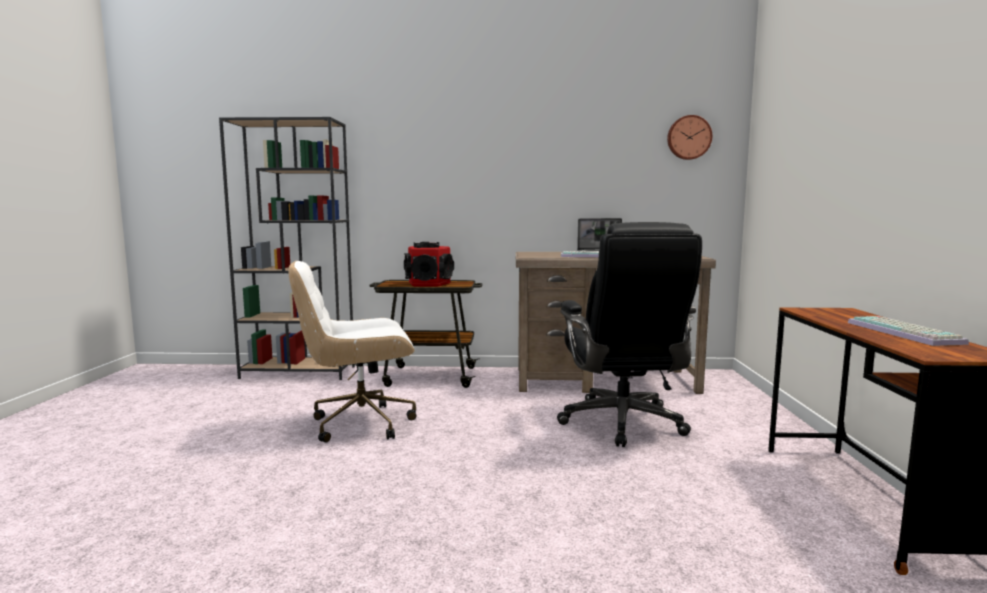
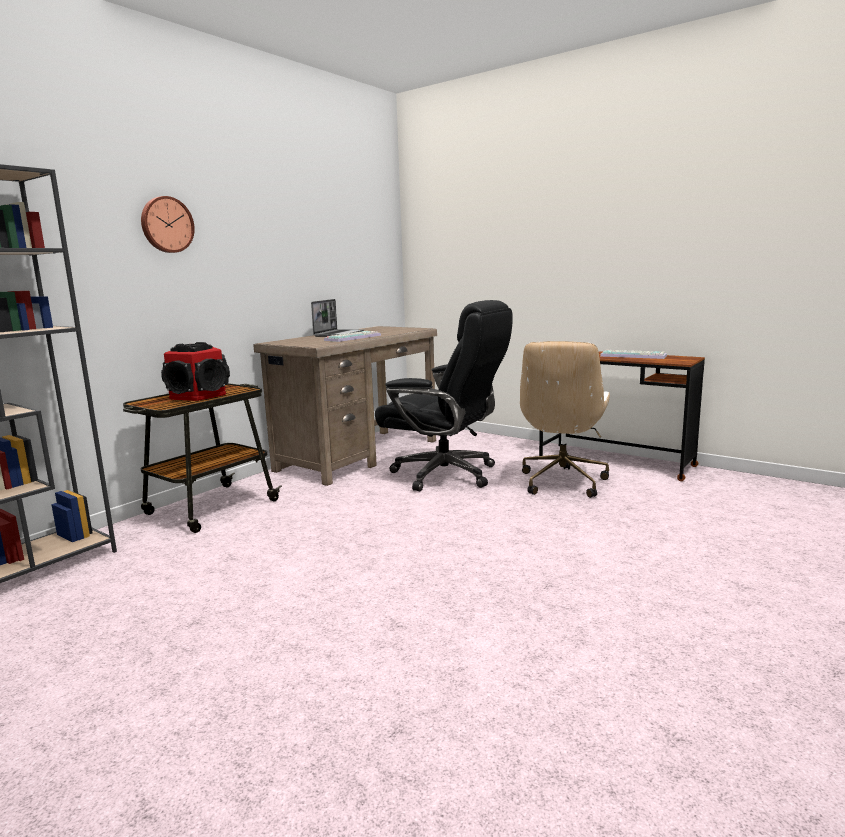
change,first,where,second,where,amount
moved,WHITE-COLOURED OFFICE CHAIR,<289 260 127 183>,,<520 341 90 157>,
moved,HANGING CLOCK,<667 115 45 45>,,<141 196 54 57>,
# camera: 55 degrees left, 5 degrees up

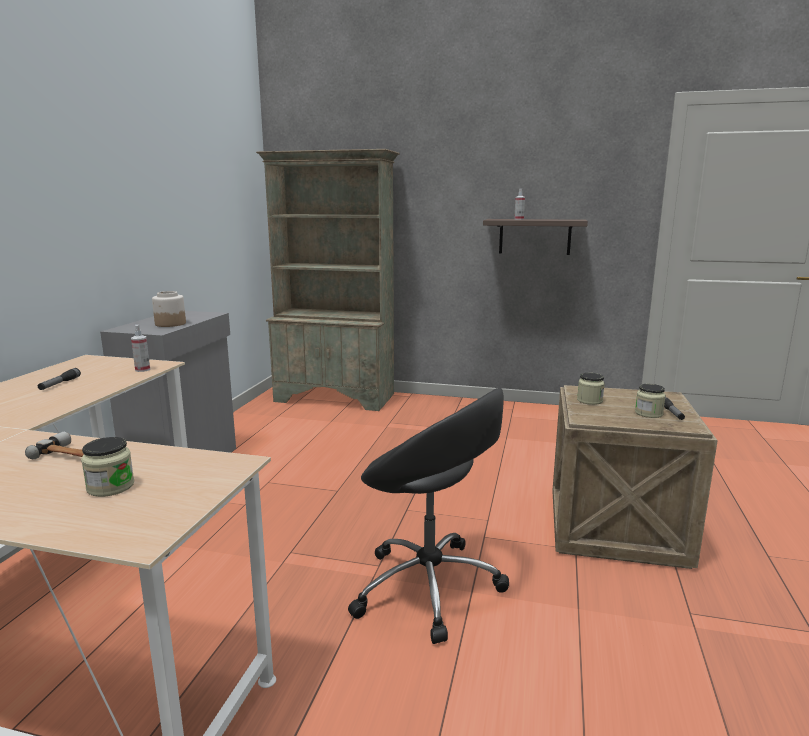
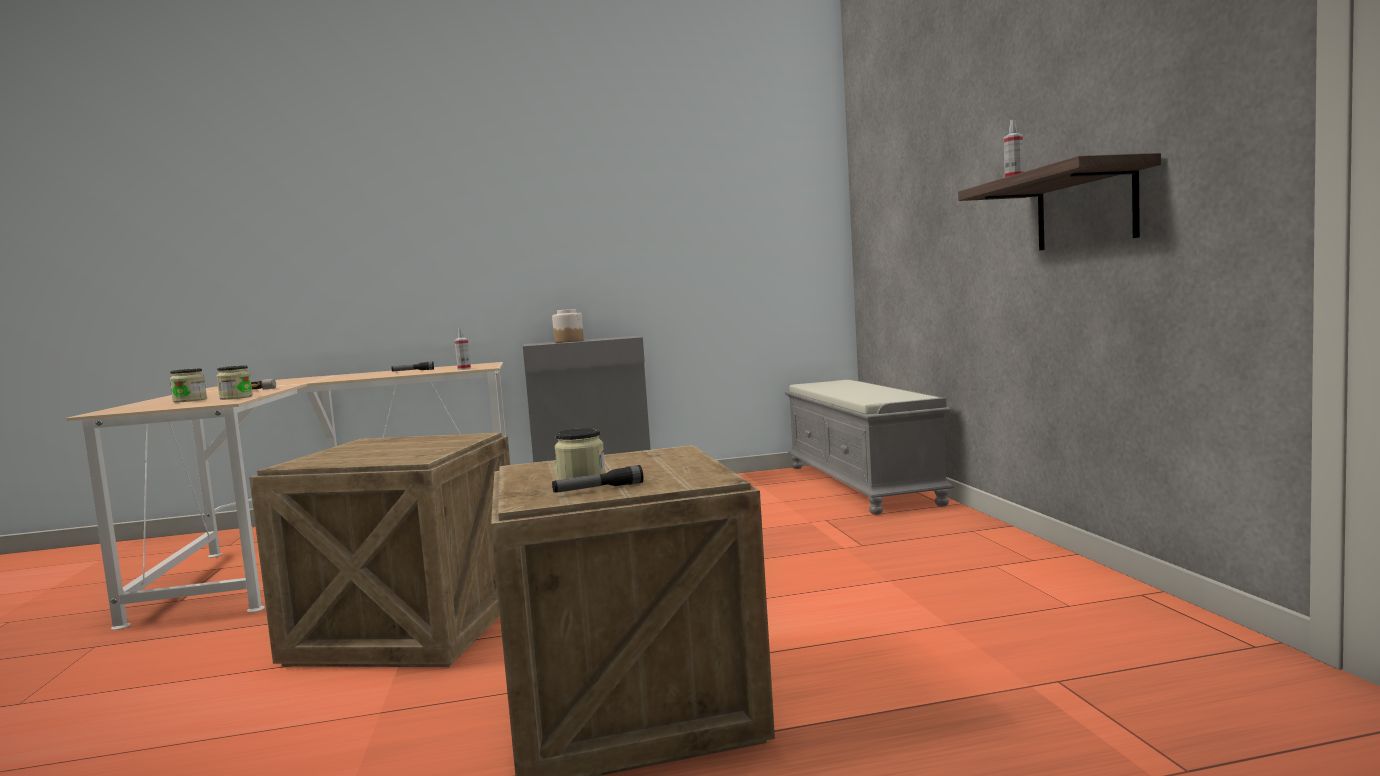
change,first,where,second,where,amount
moved,STORAGE JAR,<577 373 28 32>,,<216 365 37 35>,
replaced,GREENISH SHELVING UNIT,<256 149 144 262>,GREYISH LONG SEAT,<785 379 168 136>,
replaced,BLACK OFFICE CHAIR,<348 387 161 257>,SHIPPING CRATE,<249 433 261 234>,
# camera: 65 degrees right, 10 degrees down

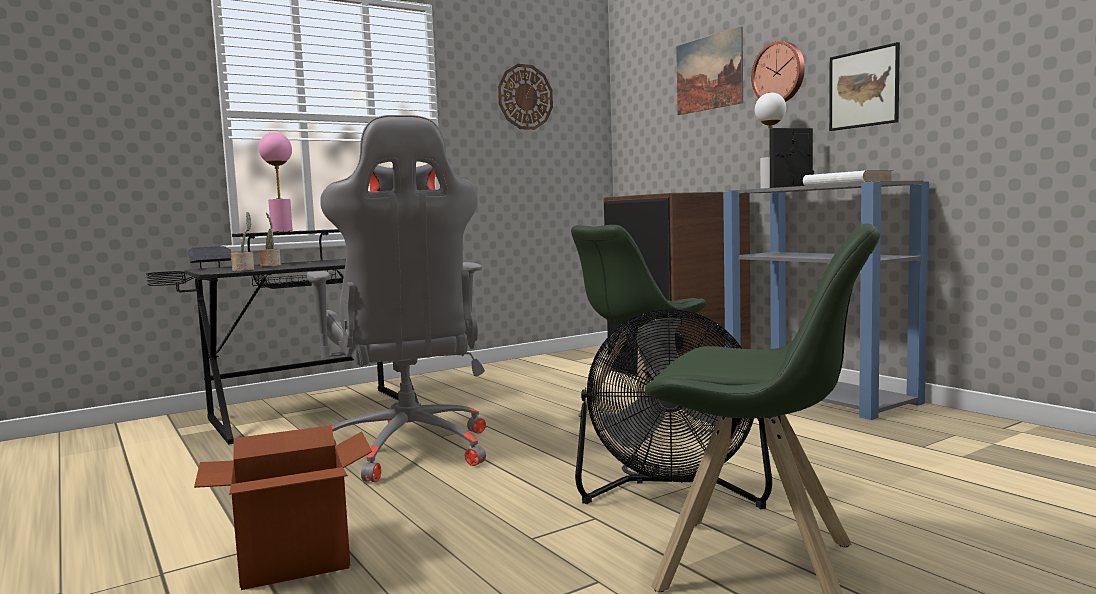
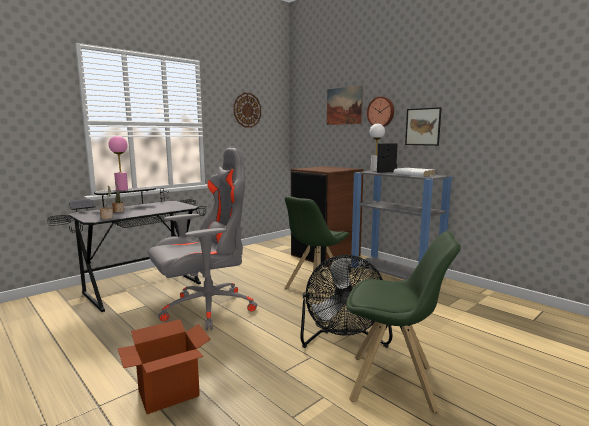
change,first,where,second,where,amount
turned,GREYISH OFFICE CHAIR,<307 115 179 367>,,<148 147 109 183>,90 degrees counterclockwise
# camera: 10 degrees left, 5 degrees up

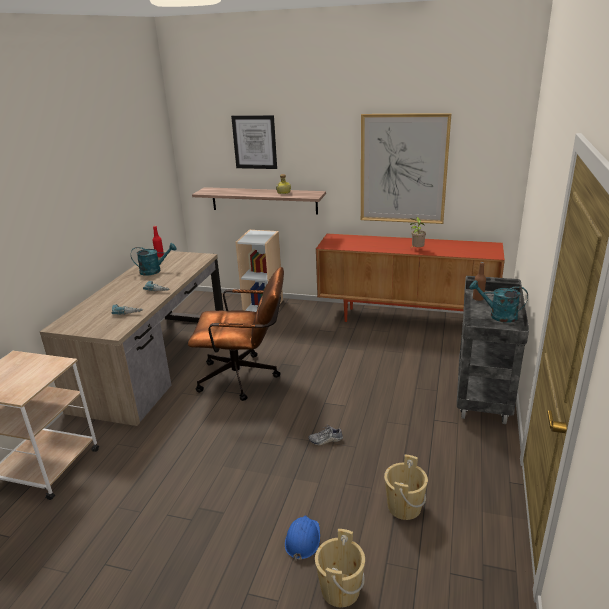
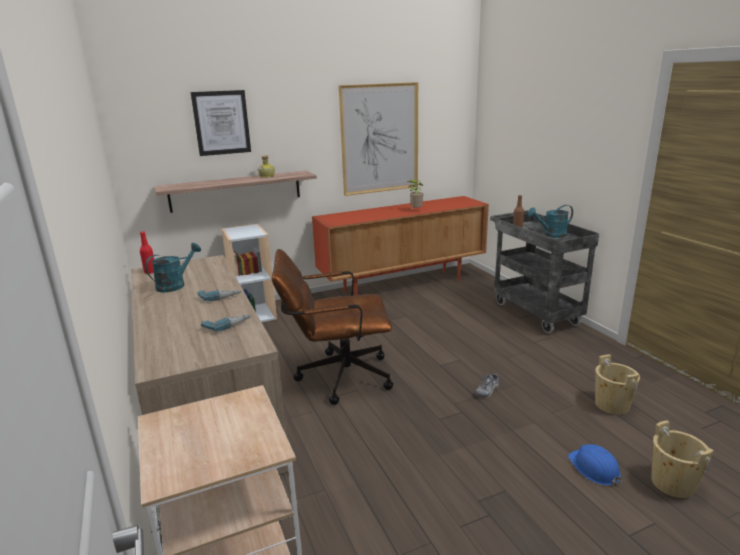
change,first,where,second,where,amount
turned,BROWNISH OFFICE CHAIR,<188 267 96 134>,,<272 249 121 156>,150 degrees counterclockwise
# camera: 40 degrees left, 5 degrees down

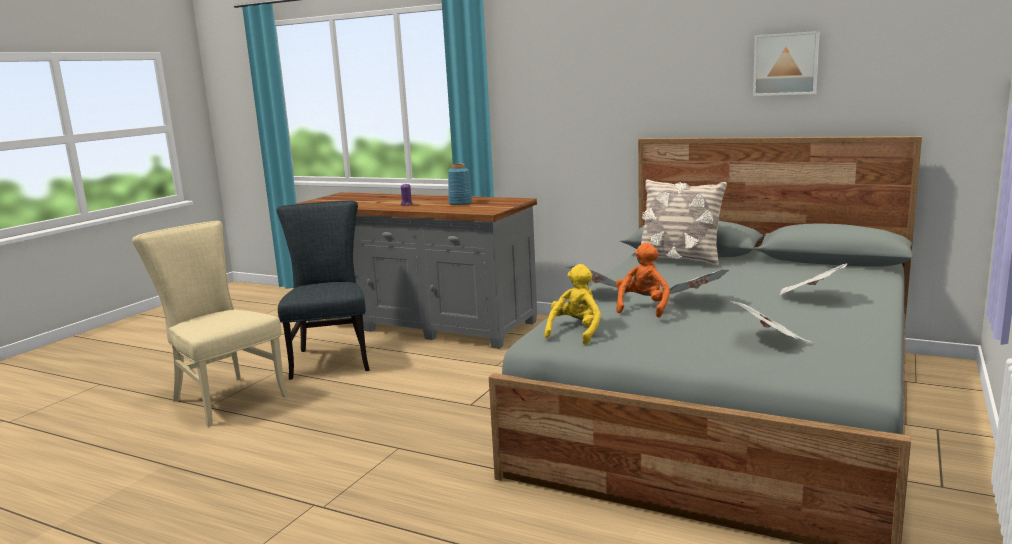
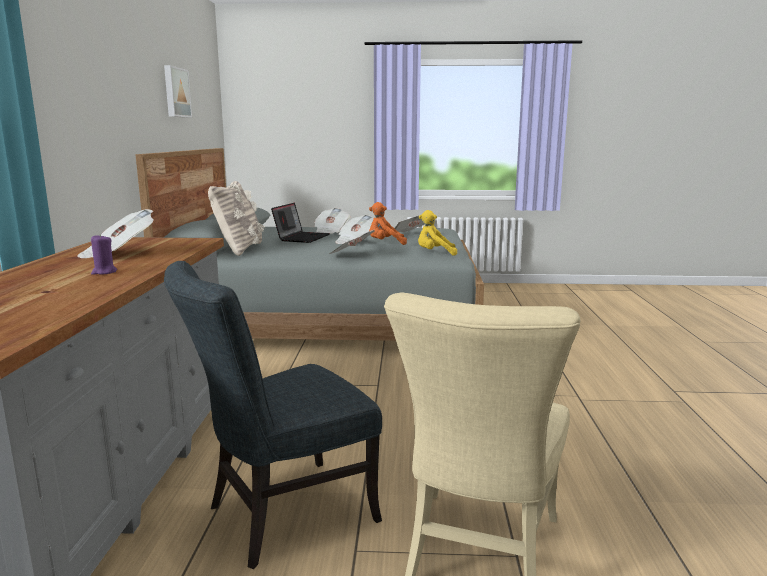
change,first,where,second,where,amount
added,,,PORTABLE COMPUTER,<271 203 59 40>,
replaced,BLUE FLOWER VASE,<448 164 24 41>,PRINTED PAPER,<78 209 76 49>,
# camera: 115 degrees left, 0 degrees up

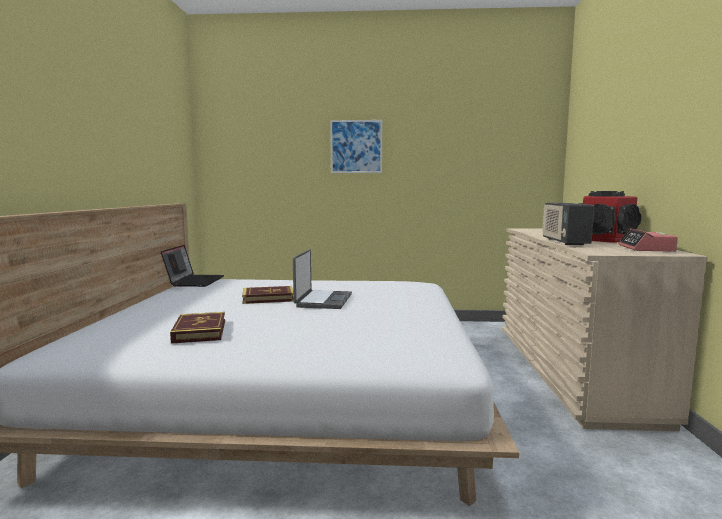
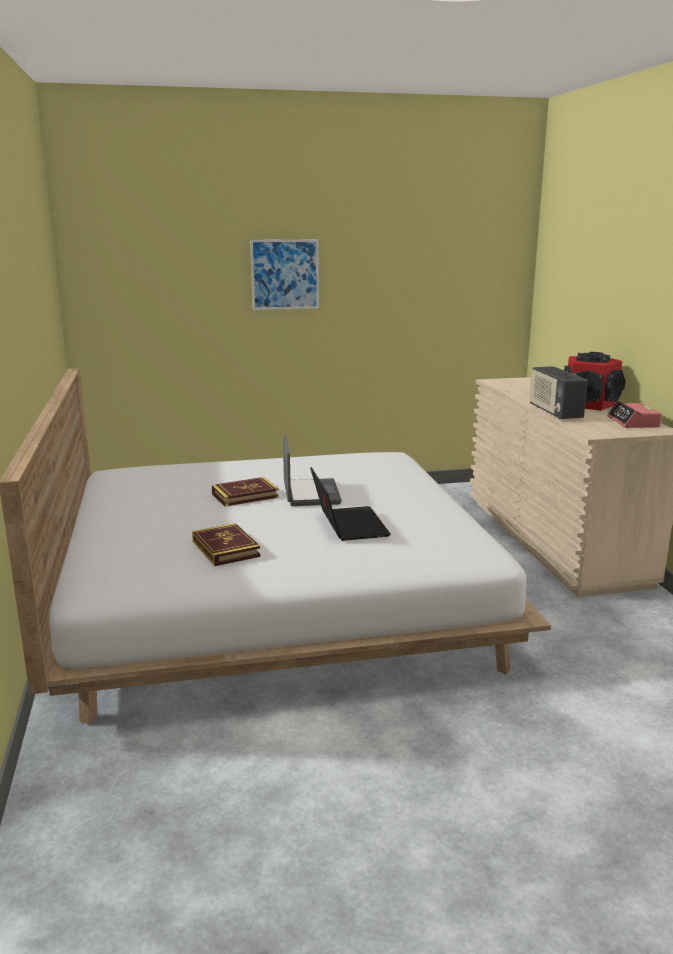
change,first,where,second,where,amount
moved,PORTABLE COMPUTER,<161 245 63 42>,,<310 467 81 74>,
# camera: 15 degrees left, 10 degrees up

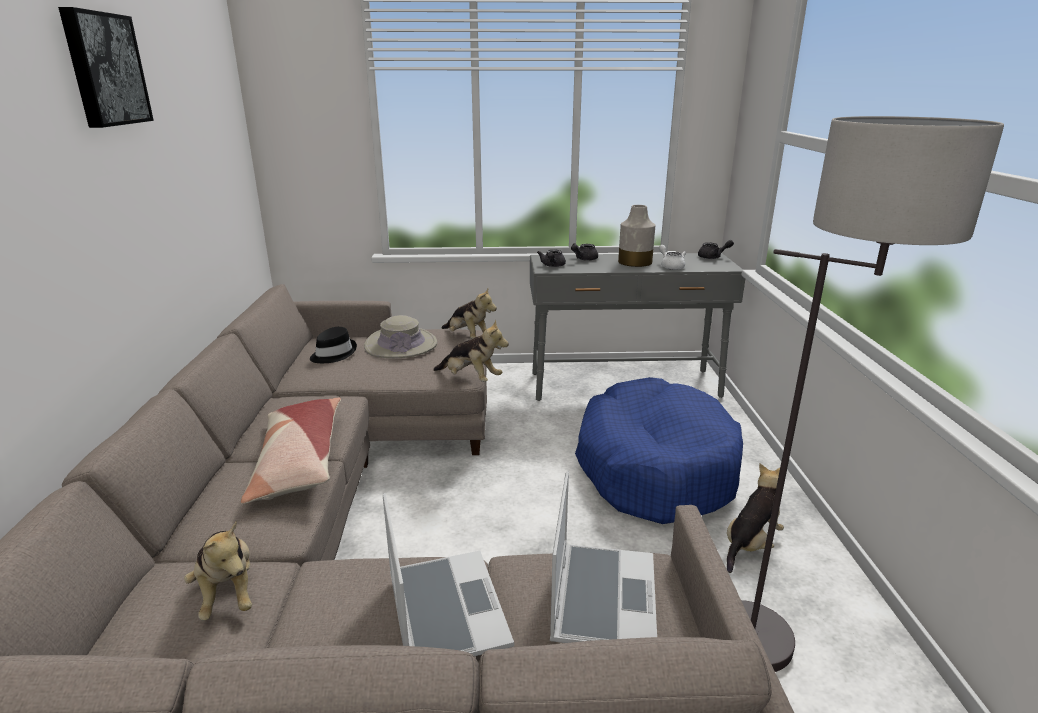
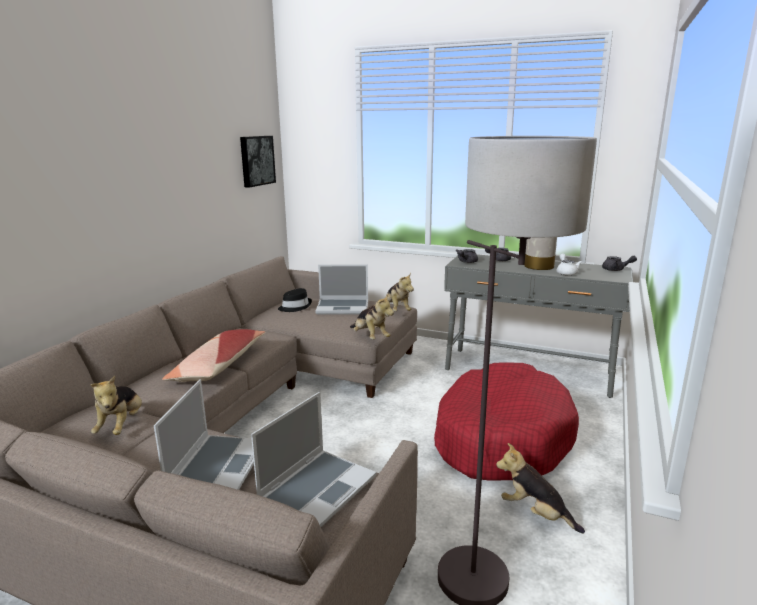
change,first,where,second,where,amount
moved,WALL PICTURE,<58 7 96 121>,,<240 136 36 52>,
replaced,BEIGE CLOTHING HAT,<364 315 73 43>,PORTABLE COMPUTER,<315 264 53 50>,
recoloured,BLUE DOG BED,<575 377 168 147>,RED-COLOURED DOG BED,<434 362 145 118>,
turned,CUDDLY TOY,<727 464 57 109>,,<496 443 89 91>,120 degrees counterclockwise
# camera: 25 degrees right, 5 degrees down

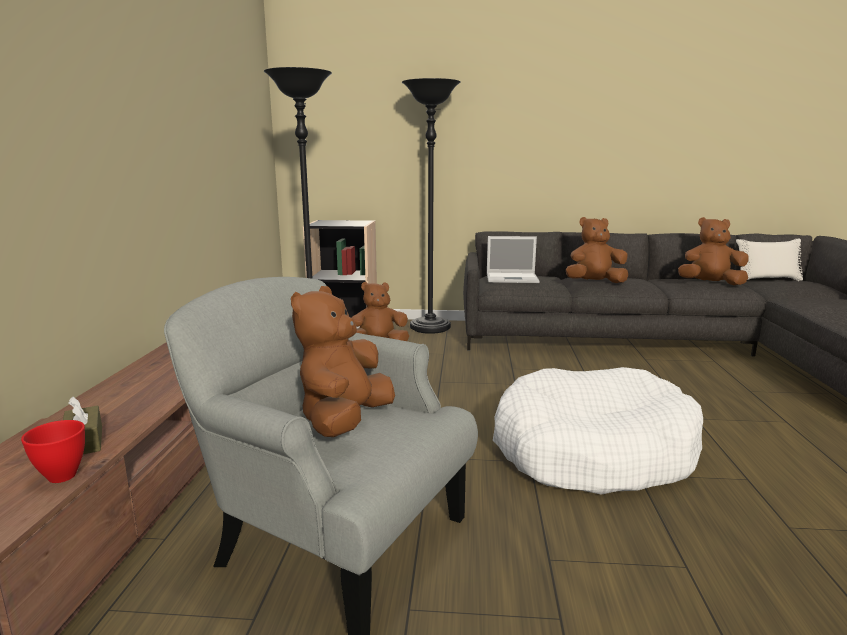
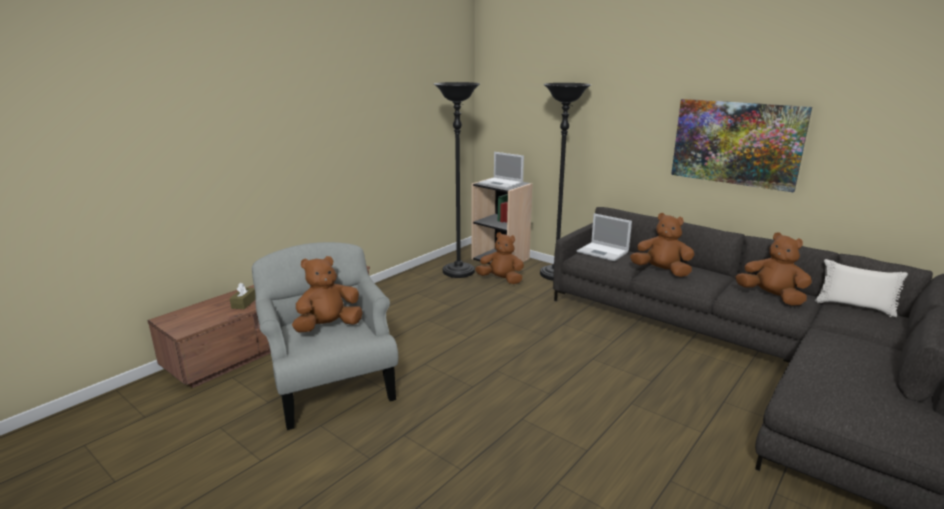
change,first,where,second,where,amount
removed,RED-COLOURED DEEP DISH,<21 420 64 63>,,,
removed,WHITE-COLOURED DOG BED,<493 367 210 128>,,,
added,,,PORTABLE COMPUTER,<479 152 45 37>,
added,,,WALL PICTURE,<671 99 141 94>,
# camera: 35 degrees right, 5 degrees up

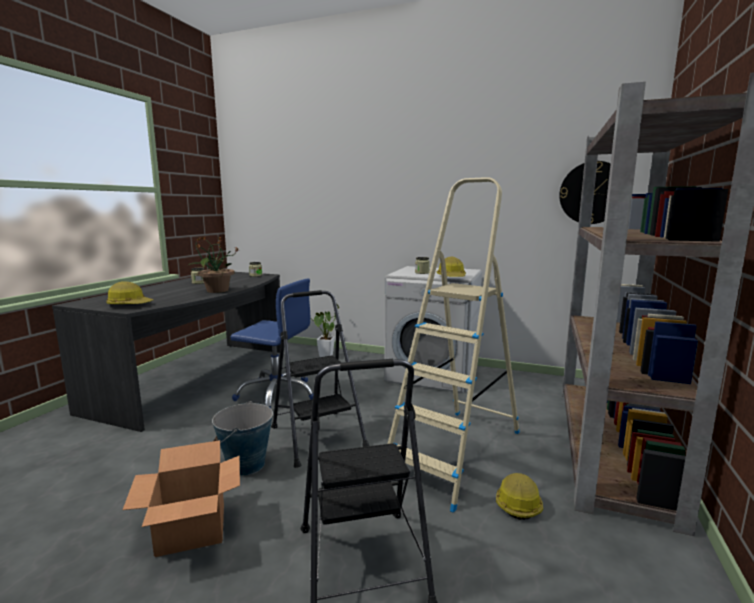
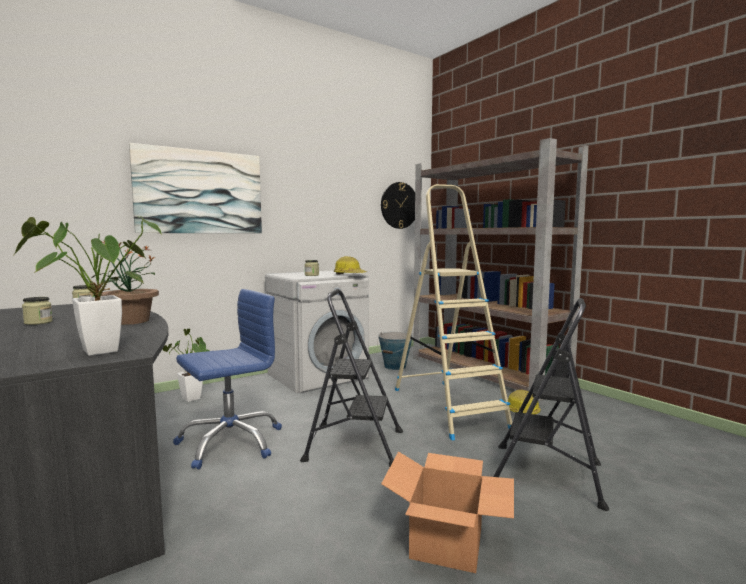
change,first,where,second,where,amount
added,,,WALL PICTURE,<129 143 133 90>,
moved,BUCKET,<212 401 61 75>,,<377 332 36 38>,
replaced,WORK HELMET,<106 281 47 24>,PLANT IN A POT,<14 216 148 140>,
# camera: 55 degrees left, 5 degrees down

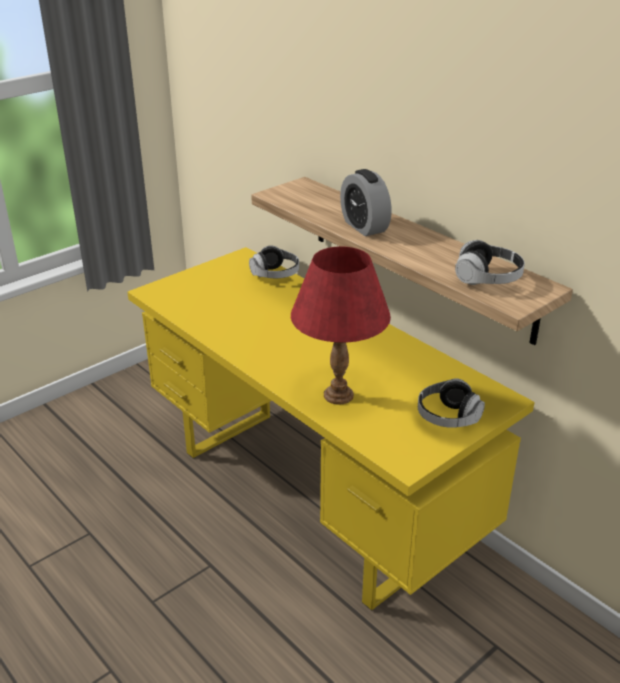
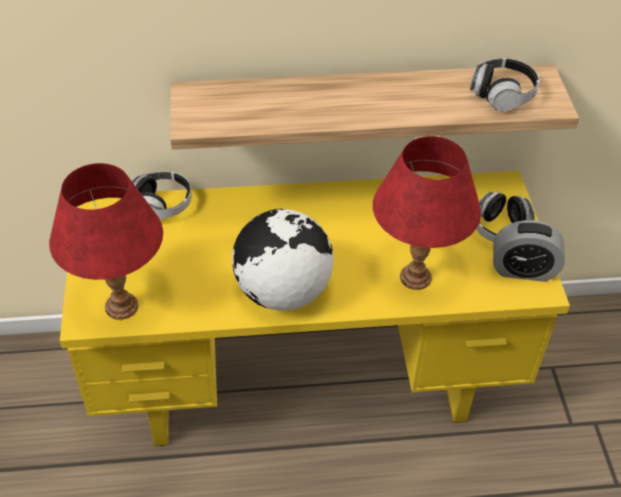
change,first,where,second,where,amount
added,,,RED-COLOURED LAMP FOR A TABLE,<49 163 114 157>,
added,,,WORLD GLOBE,<232 209 102 102>,
moved,TABLE CLOCK,<340 169 52 67>,,<493 220 72 62>,
# camera: 55 degrees left, 15 degrees up

